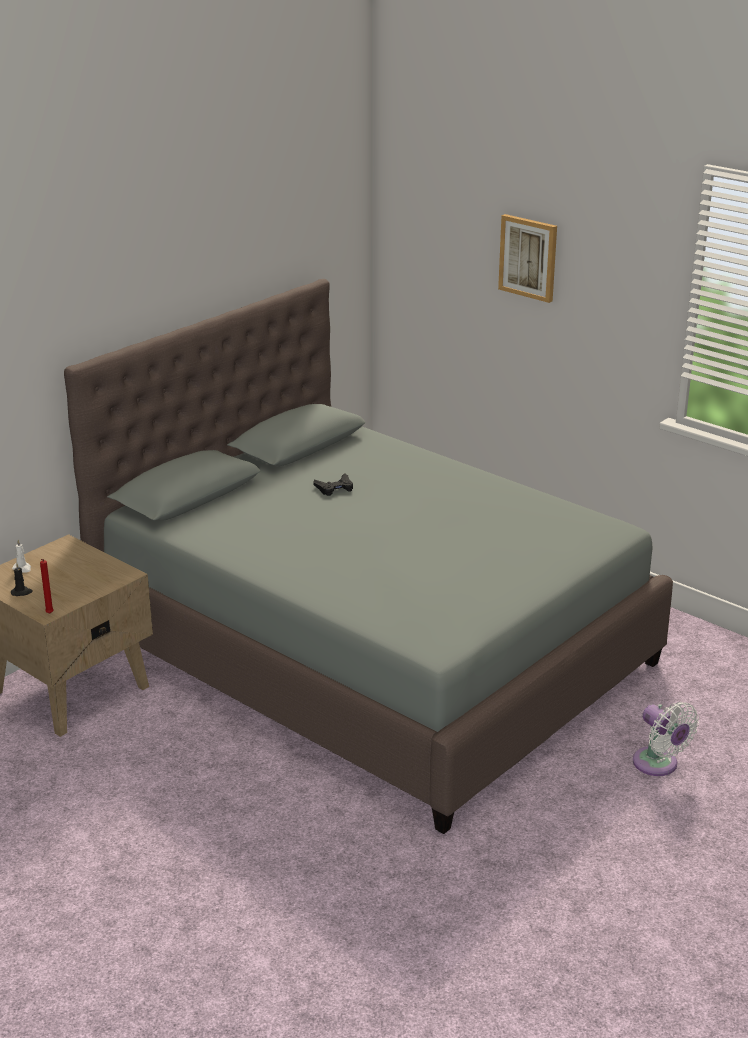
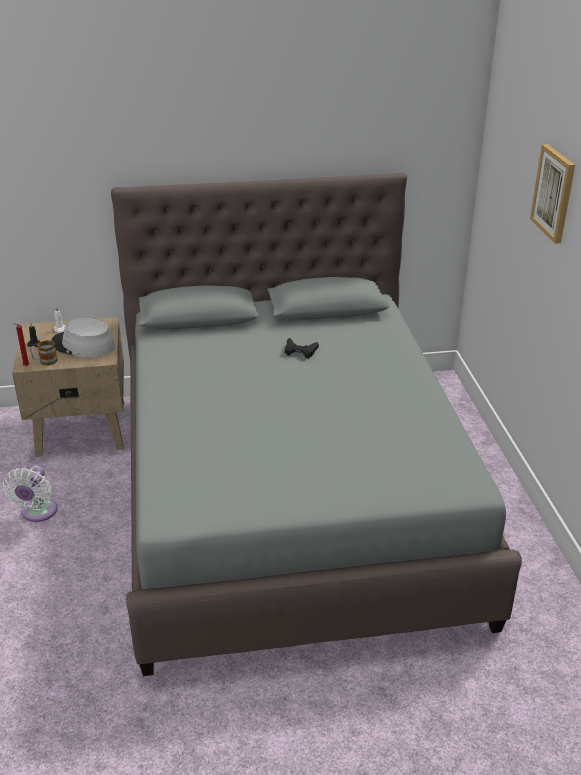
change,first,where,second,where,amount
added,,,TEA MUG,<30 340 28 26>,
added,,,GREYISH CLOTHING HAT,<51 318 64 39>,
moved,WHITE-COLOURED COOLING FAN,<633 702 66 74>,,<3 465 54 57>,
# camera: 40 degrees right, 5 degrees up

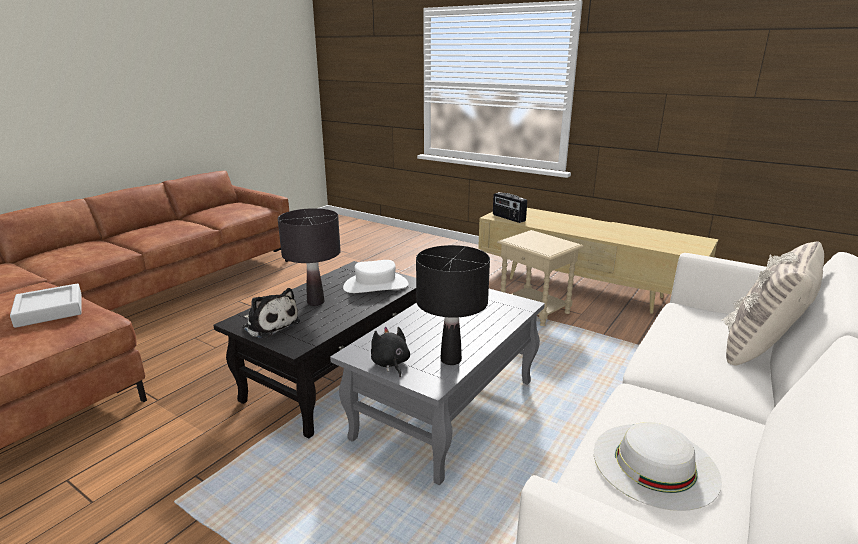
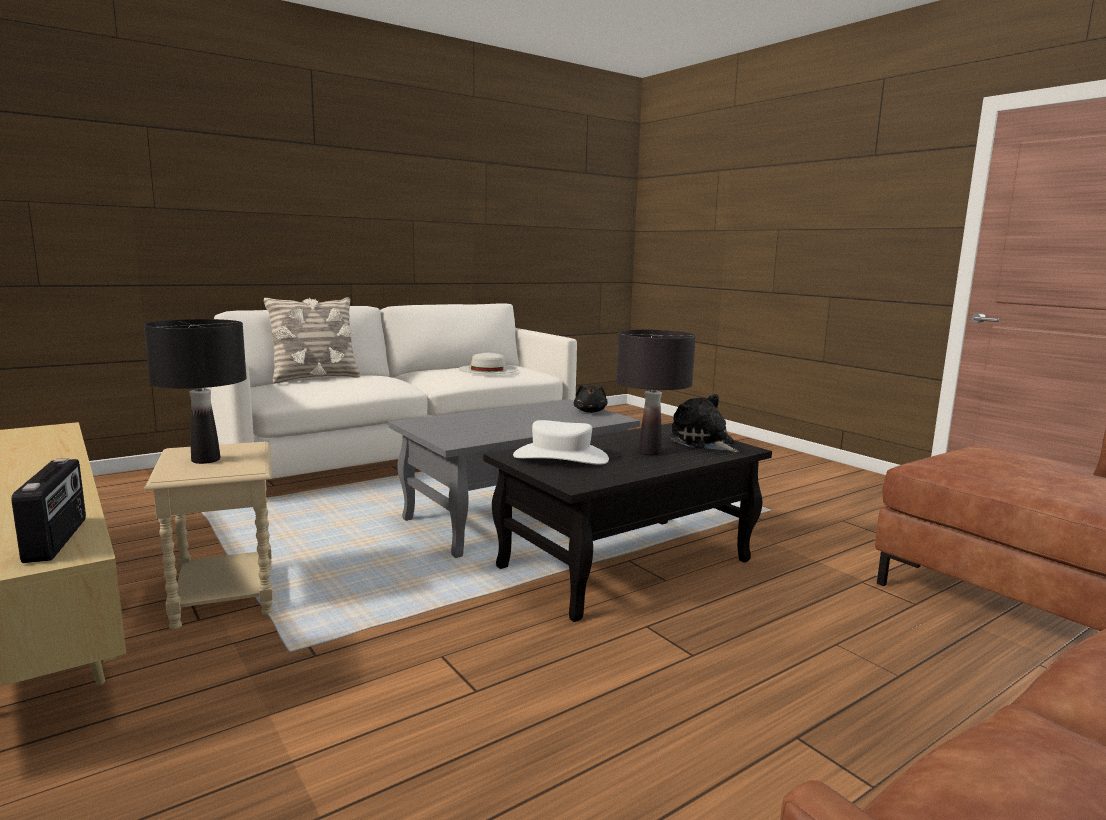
change,first,where,second,where,amount
removed,GREYISH TRAY,<10 283 72 45>,,,
moved,BLACK LAMP FOR A TABLE,<416 245 74 120>,,<144 319 103 145>,
# camera: 160 degrees left, 10 degrees down

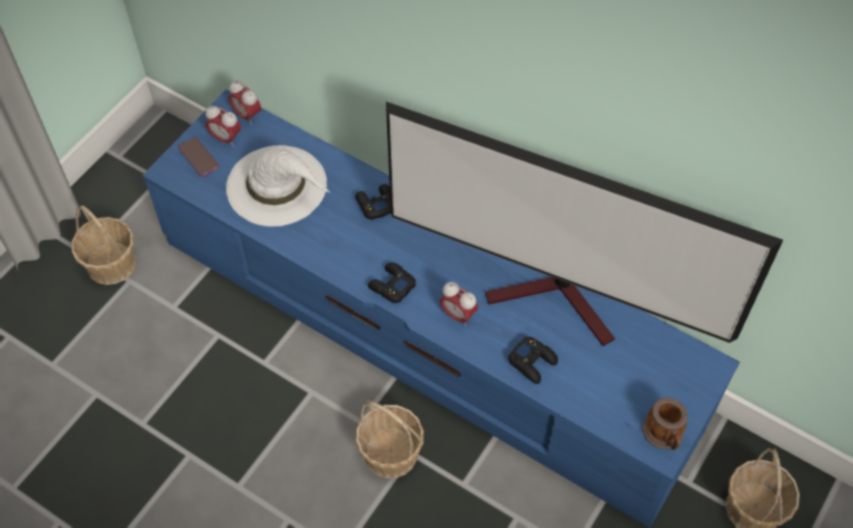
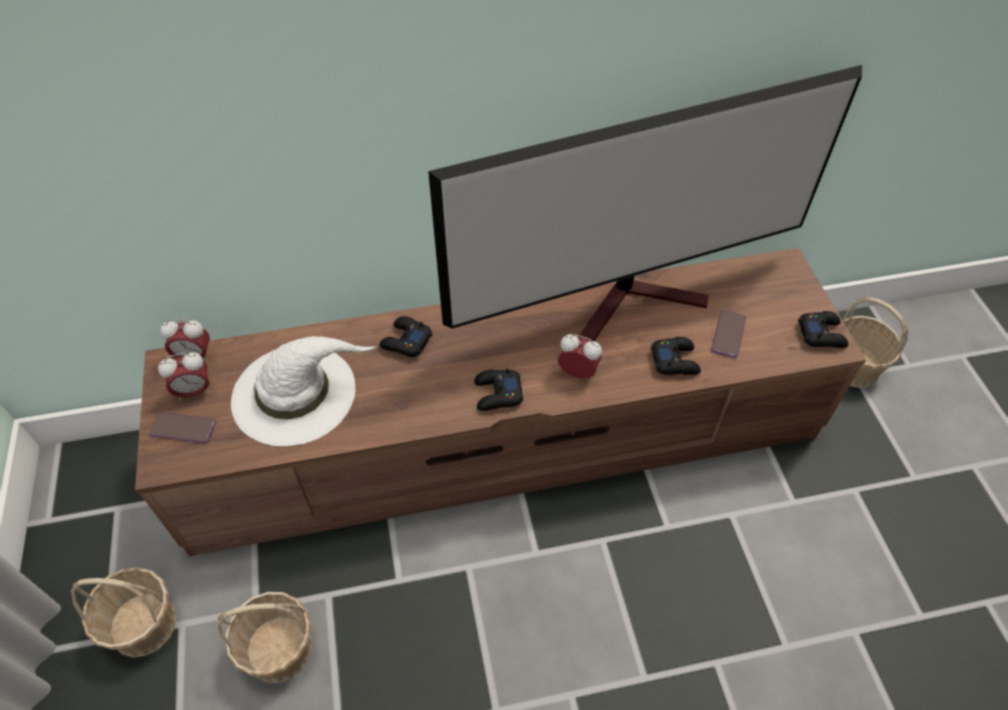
change,first,where,second,where,amount
added,,,HANDSET,<711 310 35 48>,
moved,STORAGE BASKET,<356 400 68 78>,,<217 592 95 91>,
replaced,TEA MUG,<642 398 46 52>,BLACK JOYPAD,<798 311 50 37>,
recoloured,BLUE TV STAND,<142 90 598 438>,BROWNISH TV STAND,<135 248 731 308>,
turned,TABLE CLOCK,<440 282 38 44>,,<558 334 44 45>,150 degrees counterclockwise
# camera: 45 degrees left, 5 degrees down

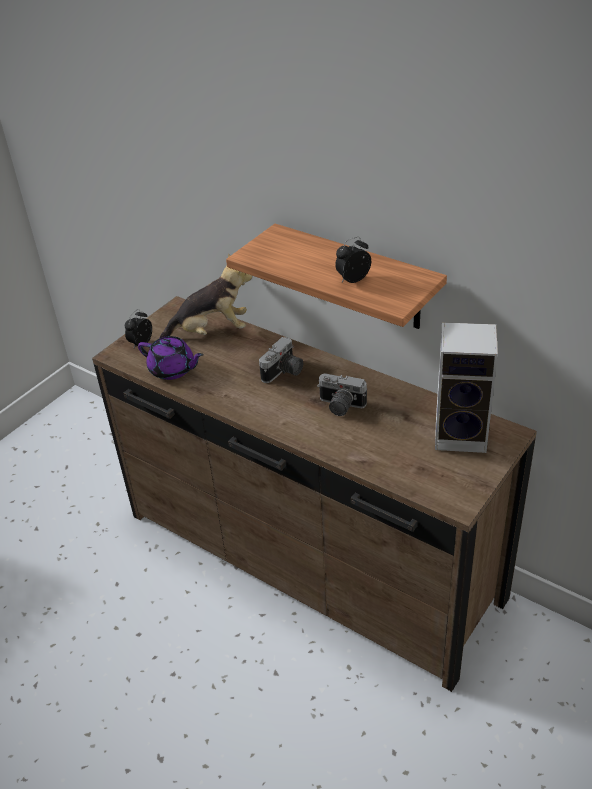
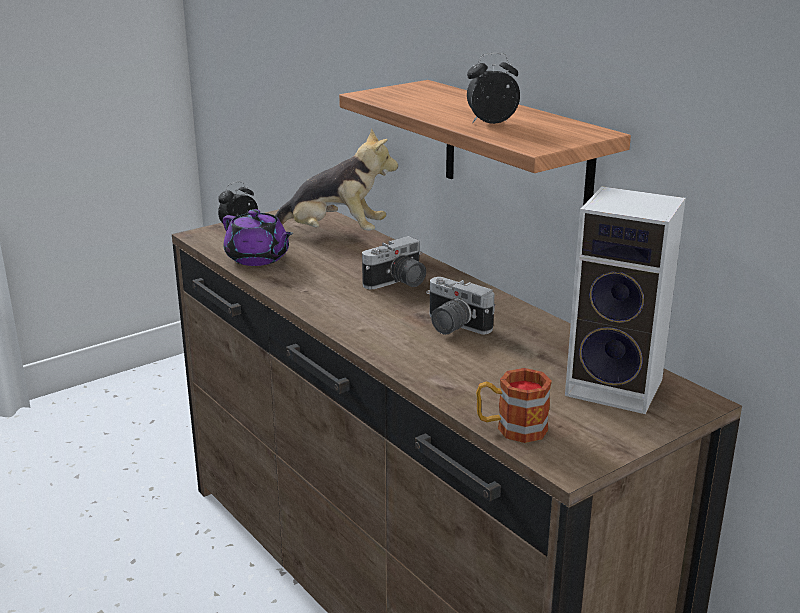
change,first,where,second,where,amount
added,,,TEA MUG,<476 368 76 75>,
# camera: 15 degrees right, 15 degrees down

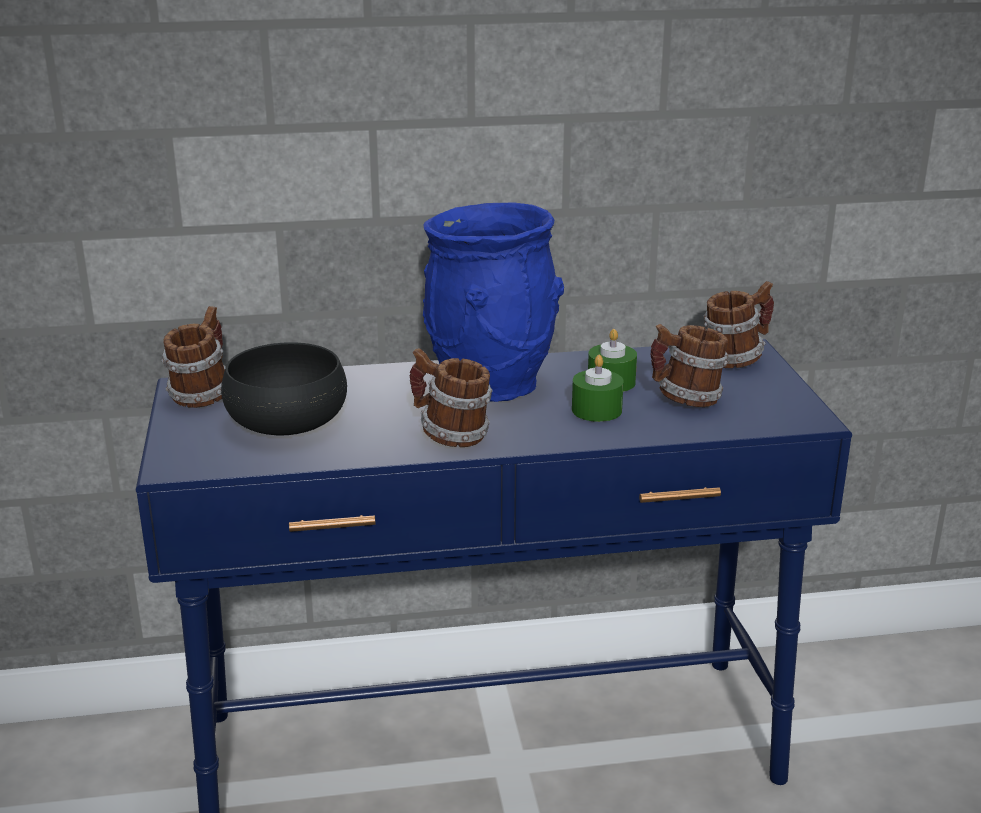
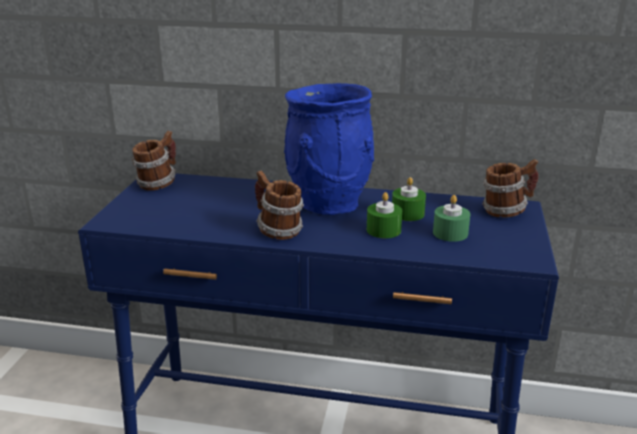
change,first,where,second,where,amount
removed,BLACK DEEP DISH,<221 342 126 93>,,,
replaced,TEA MUG,<650 324 78 83>,GREENISH WAX LIGHT,<433 195 37 47>,
# camera: 20 degrees right, 0 degrees up

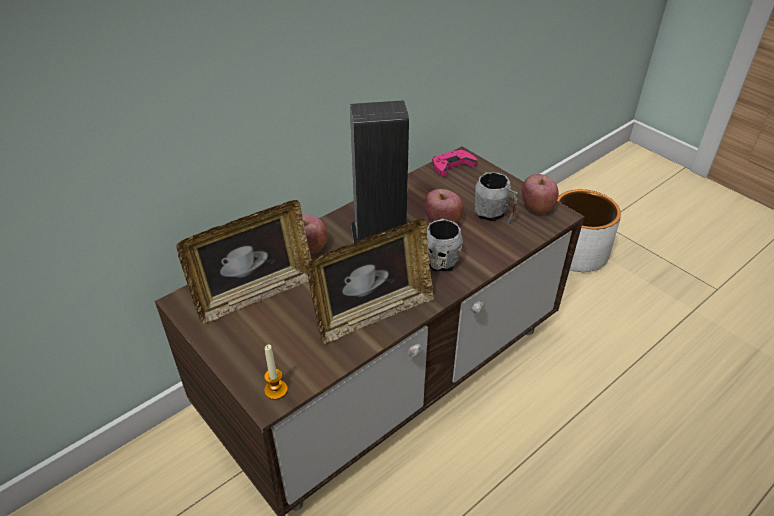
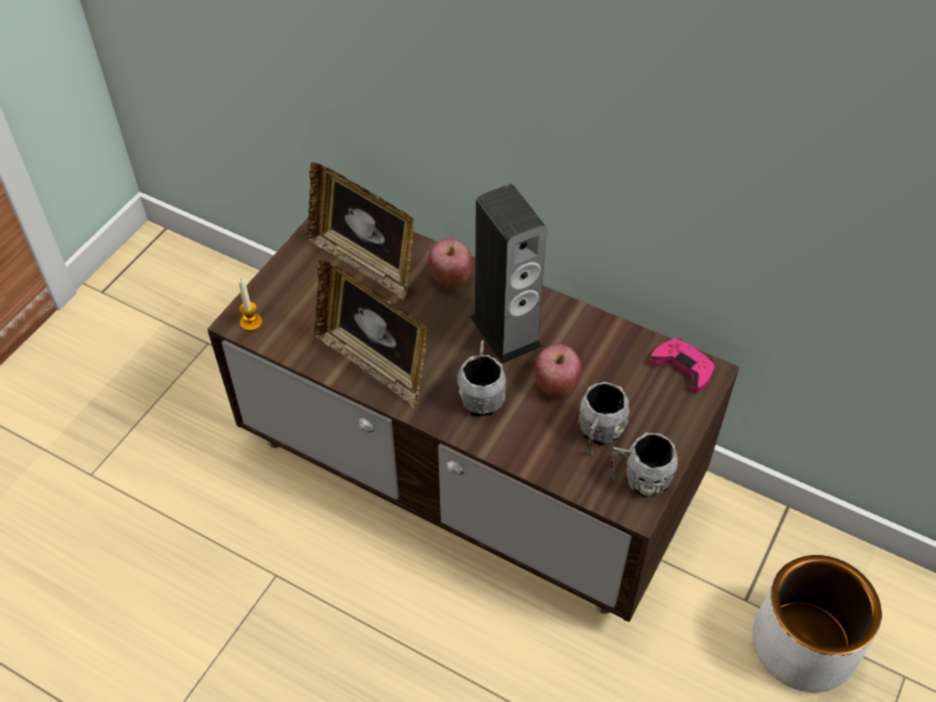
change,first,where,second,where,amount
replaced,APPLE,<522 174 37 40>,GREYISH TEA MUG,<610 432 68 65>,
# camera: 70 degrees right, 10 degrees up

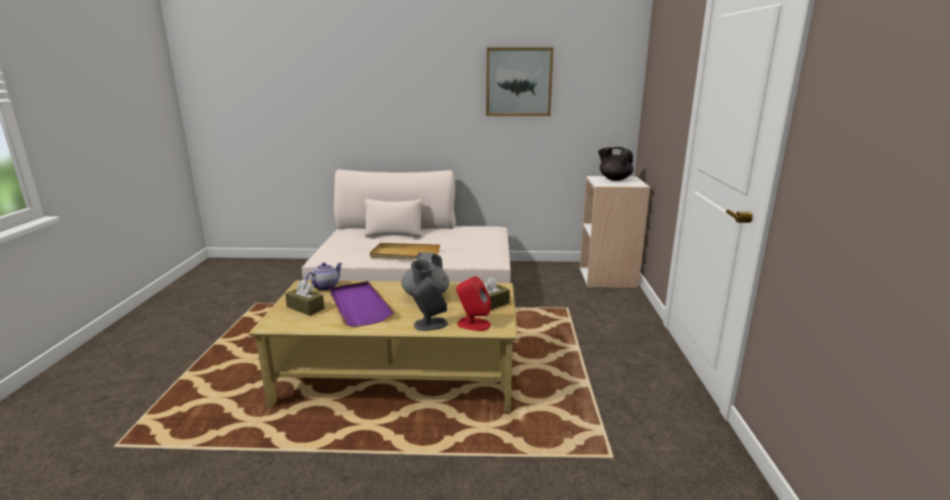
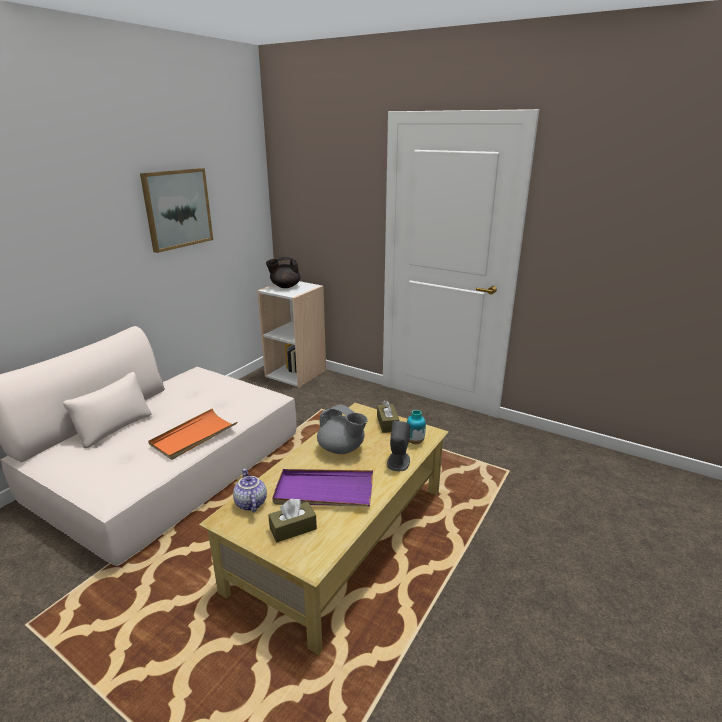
change,first,where,second,where,amount
replaced,RED-COLOURED AUDIO SPEAKER,<456 276 35 55>,FLOWER VASE,<407 410 19 34>,
recoloured,BEIGE TRAY,<370 243 70 16>,ORANGEY TRAY,<148 408 89 52>,
# camera: 60 degrees left, 5 degrees up

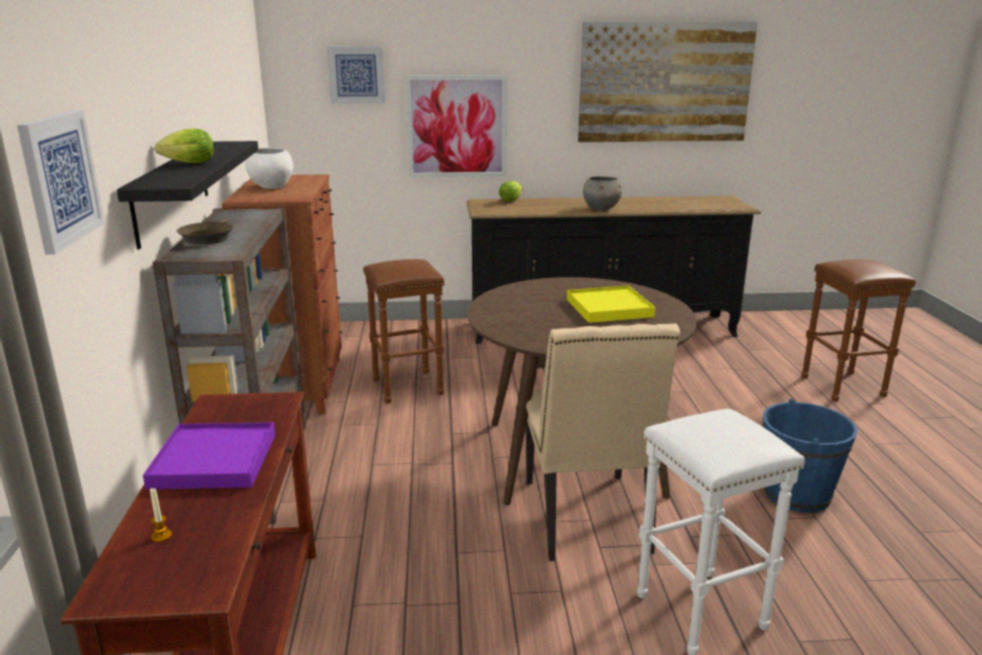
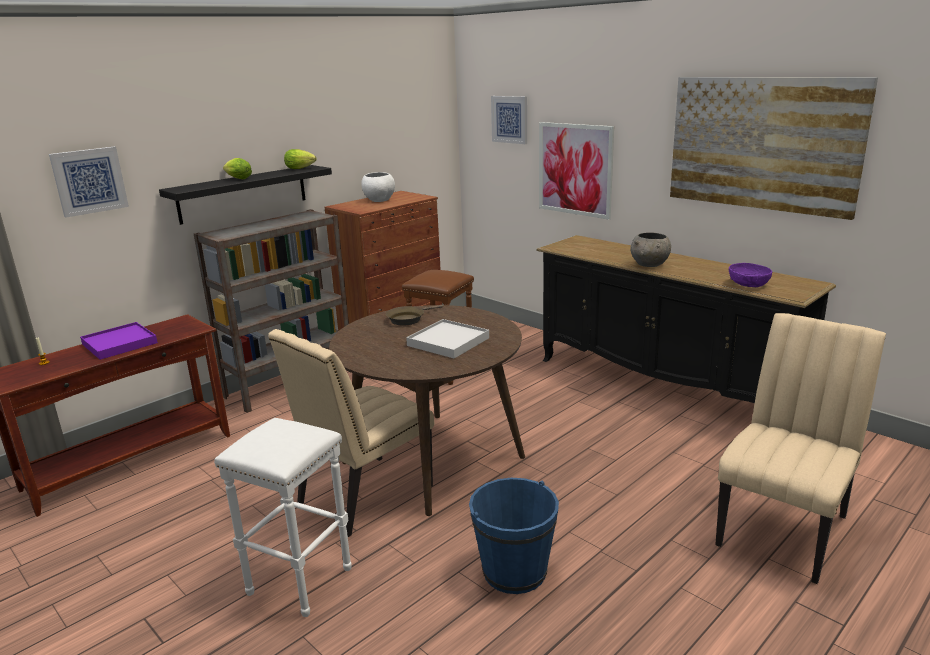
change,first,where,second,where,amount
added,,,PURPLISH DEEP DISH,<729 263 43 24>,
moved,BROWNISH FRYING PAN,<177 218 57 27>,,<386 305 57 21>,
moved,HEAD OF LETTUCE,<499 181 24 21>,,<284 149 32 20>,
replaced,BROWNISH STOOL,<802 259 114 143>,BEIGE CHAIR,<715 313 171 271>,
recoloured,YELLOW-COLOURED TRAY,<567 285 88 38>,WHITE-COLOURED TRAY,<406 319 83 39>,
# camera: 50 degrees right, 0 degrees up

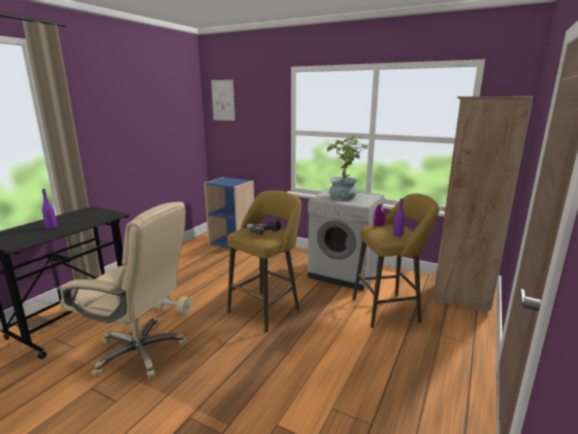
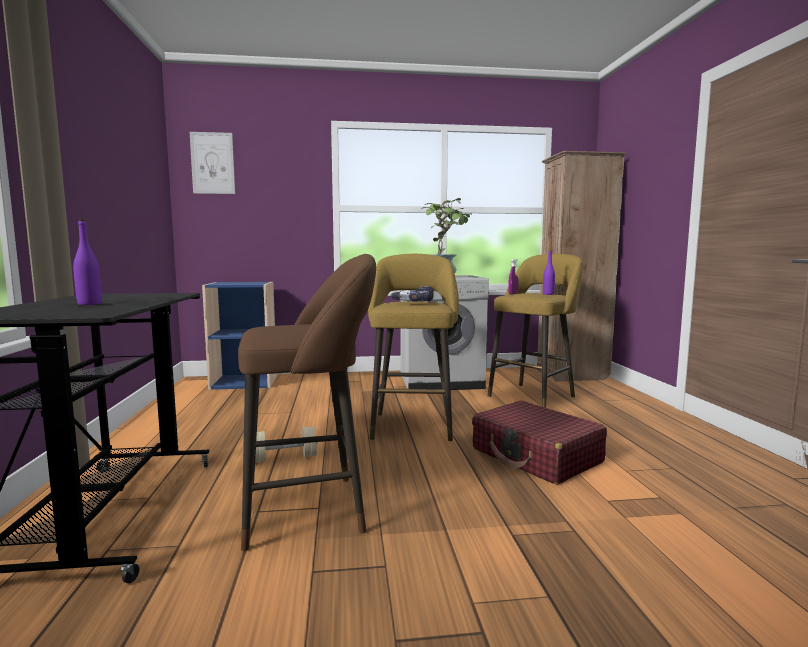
change,first,where,second,where,amount
added,,,RED-COLOURED TRAVEL CASE,<472 400 135 85>,
replaced,BEIGE OFFICE CHAIR,<60 202 127 176>,BROWNISH STOOL,<238 254 138 297>,
# camera: 35 degrees left, 10 degrees down

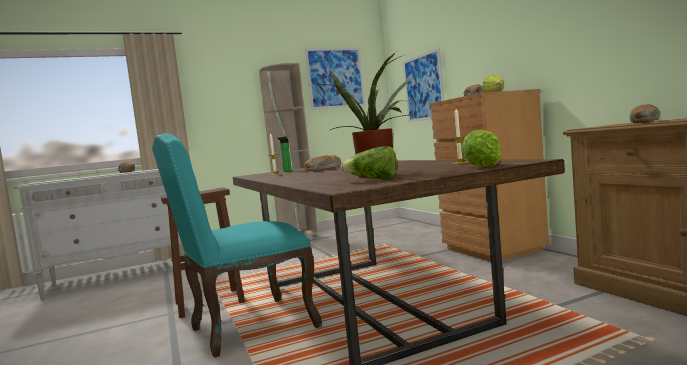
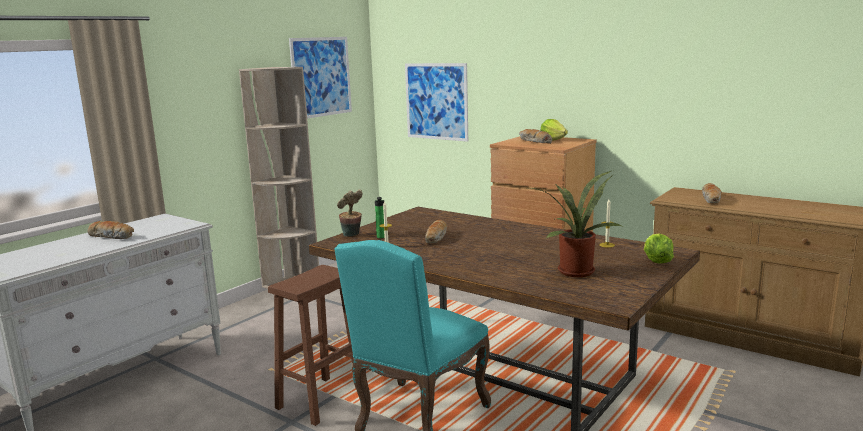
change,first,where,second,where,amount
removed,HEAD OF LETTUCE,<340 146 57 33>,,,
added,,,PLANT IN A POT,<337 189 26 47>,
# camera: 30 degrees left, 10 degrees up

